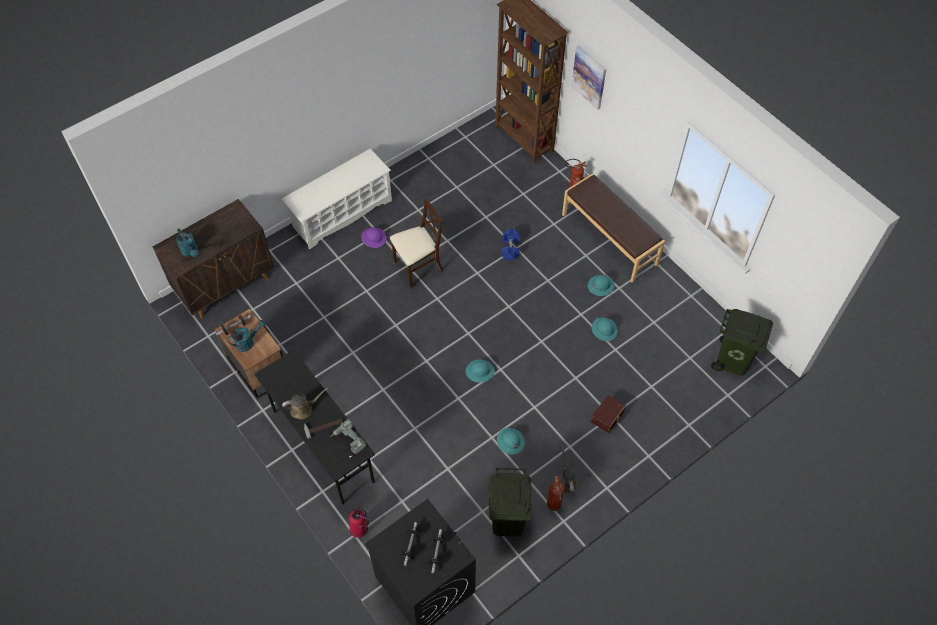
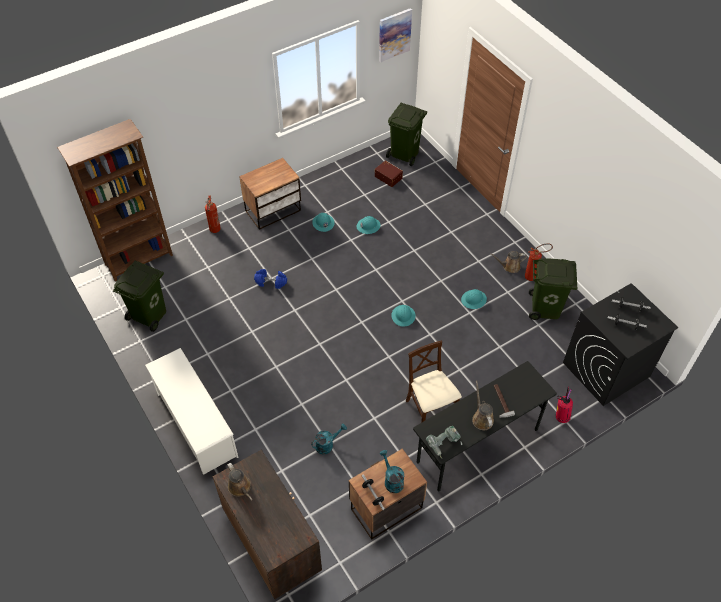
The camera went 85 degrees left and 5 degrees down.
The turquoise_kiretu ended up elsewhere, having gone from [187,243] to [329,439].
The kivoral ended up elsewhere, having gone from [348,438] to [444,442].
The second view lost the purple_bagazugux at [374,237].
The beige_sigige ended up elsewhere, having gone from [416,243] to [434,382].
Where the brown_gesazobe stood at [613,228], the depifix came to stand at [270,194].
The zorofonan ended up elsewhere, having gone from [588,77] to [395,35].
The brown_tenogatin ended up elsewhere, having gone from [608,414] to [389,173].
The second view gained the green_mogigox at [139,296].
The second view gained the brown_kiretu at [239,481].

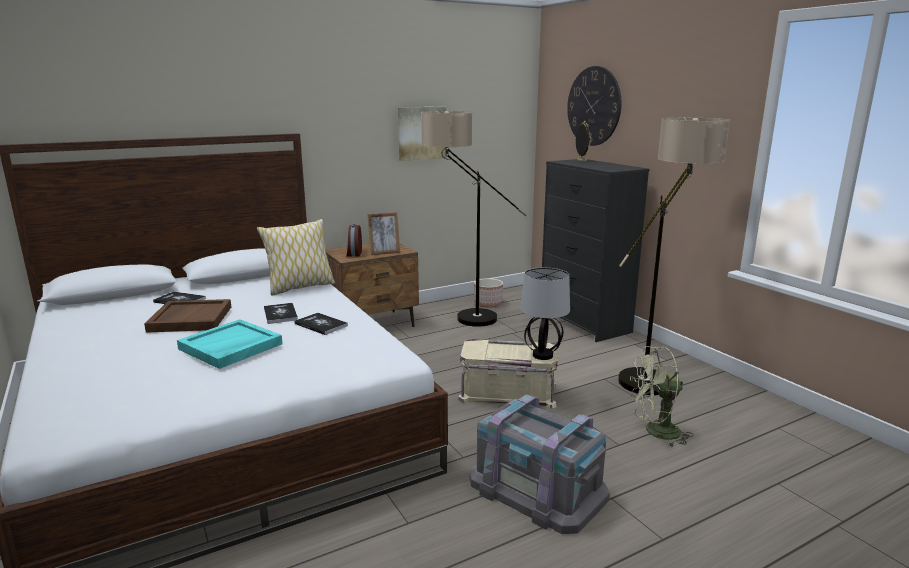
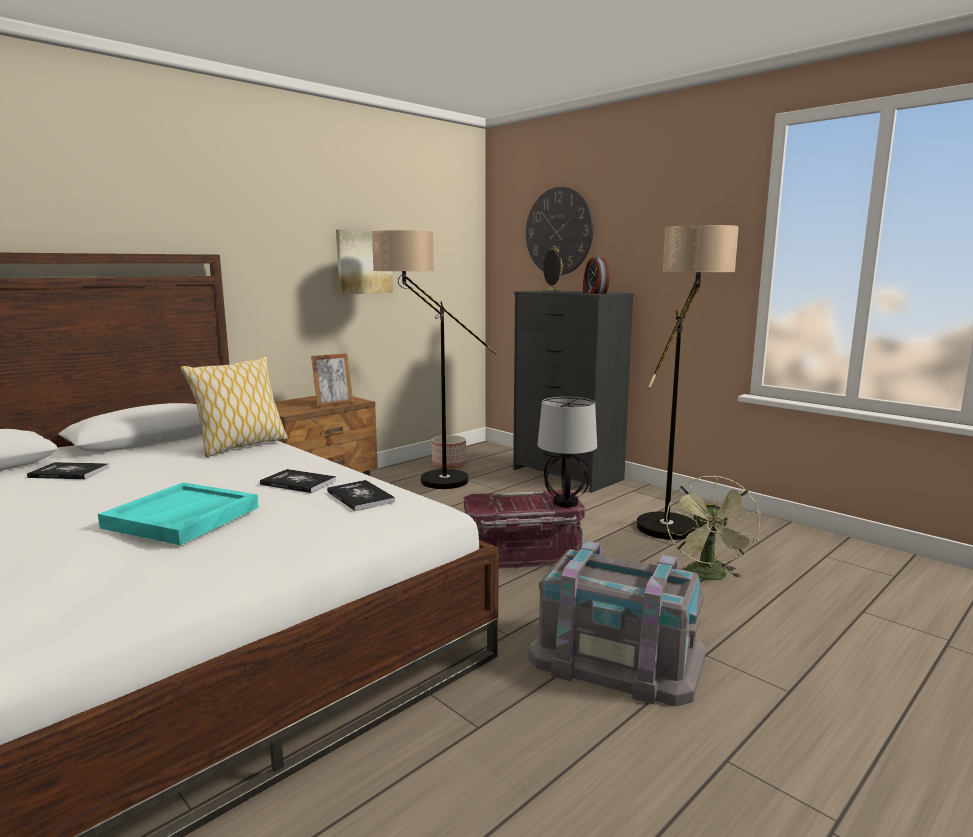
The camera went 15 degrees left and 5 degrees down.
The second view lost the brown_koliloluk at [187,316].
The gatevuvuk ended up elsewhere, having gone from [281,313] to [361,495].
The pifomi ended up elsewhere, having gone from [354,240] to [596,275].
What was the beige_tenogatin at [507,374] turned into the red_tenogatin at [524,529].
The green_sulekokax at [661,396] ended up facing another way, 60 degrees counterclockwise from before.

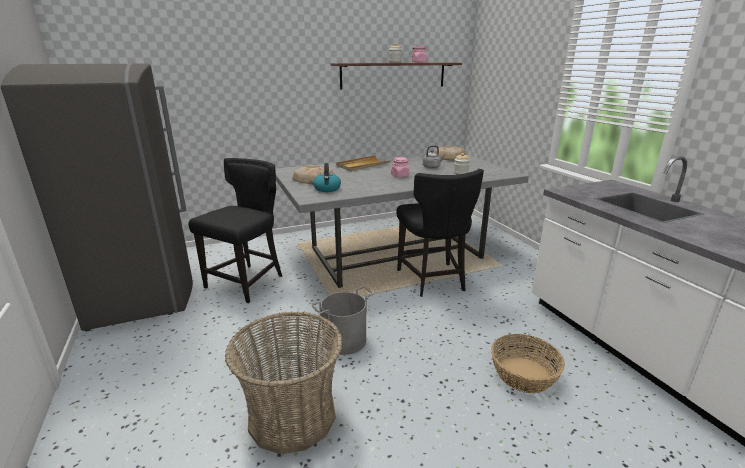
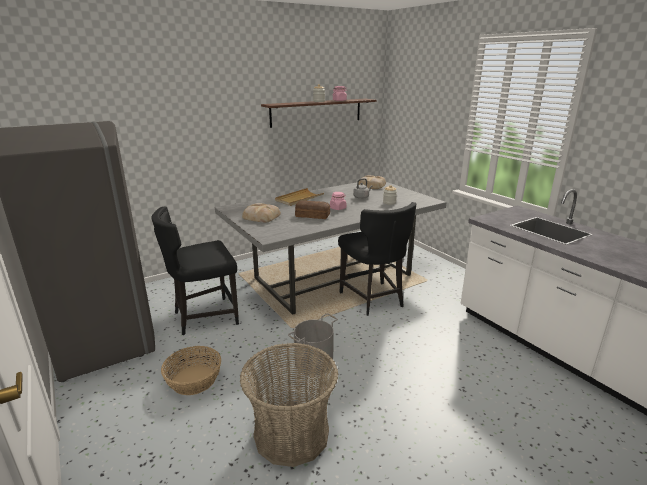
The camera went 10 degrees left and 0 degrees up.
The black_sigige at [235,230] ended up facing another way, 135 degrees counterclockwise from before.
The second view lost the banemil at [327,177].
The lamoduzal ended up elsewhere, having gone from [528,363] to [191,370].
The second view gained the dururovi at [312,209].

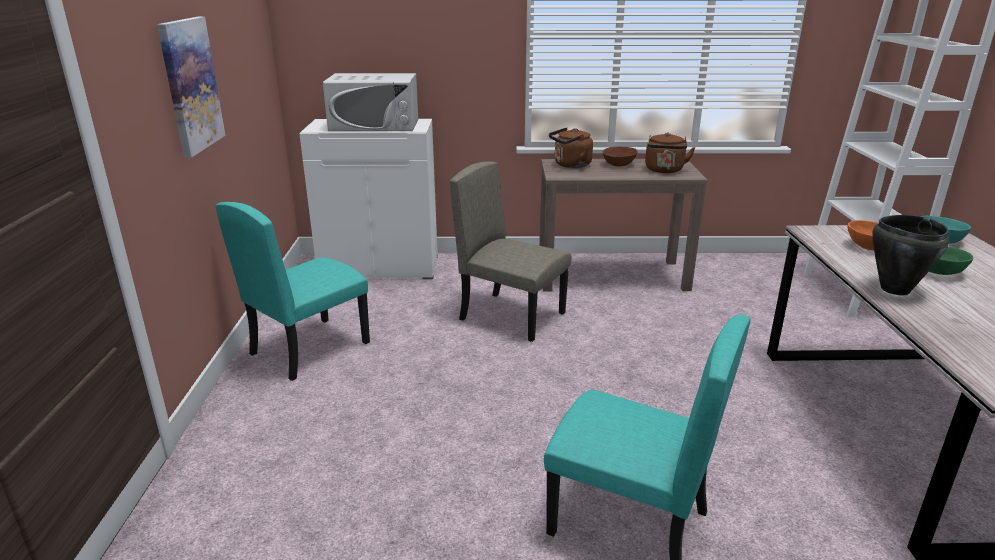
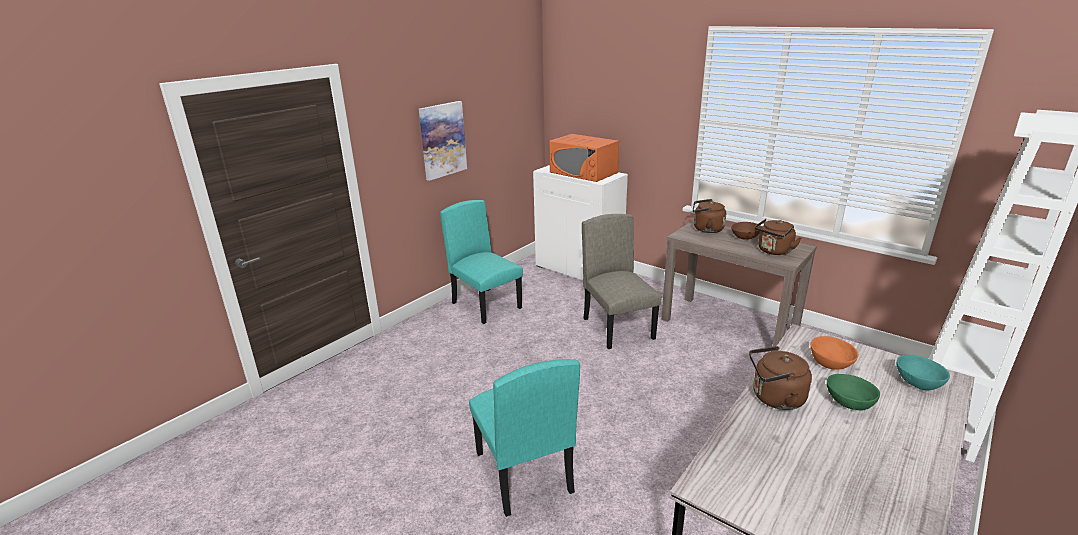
The camera went 40 degrees right and 0 degrees up.
The turquoise_sigige at [293,291] ended up facing another way, 60 degrees clockwise from before.
What was the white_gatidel at [370,102] turned into the orange_gatidel at [584,158].
Where the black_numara stood at [910,255], the brown_banemil came to stand at [780,378].

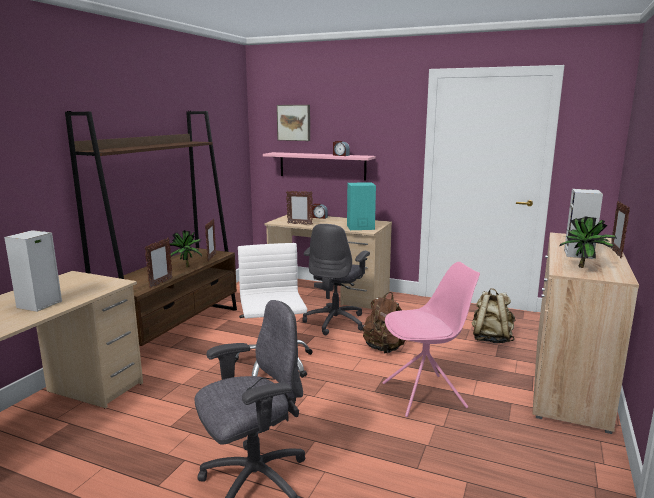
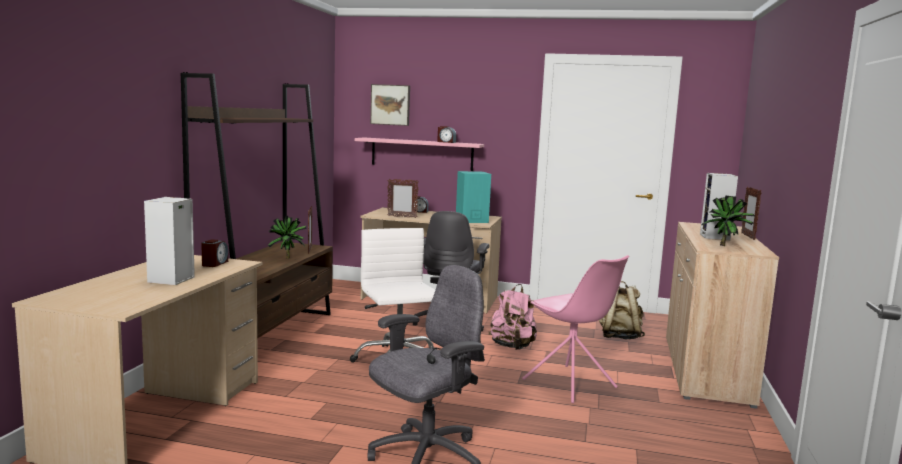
The camera went 10 degrees left and 5 degrees down.
The second view lost the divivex at [159,263].
What was the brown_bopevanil at [384,322] turned into the pink_bopevanil at [513,317].
The pink_sigige at [431,339] ended up facing another way, 75 degrees clockwise from before.
The second view gained the pifomi at [214,253].

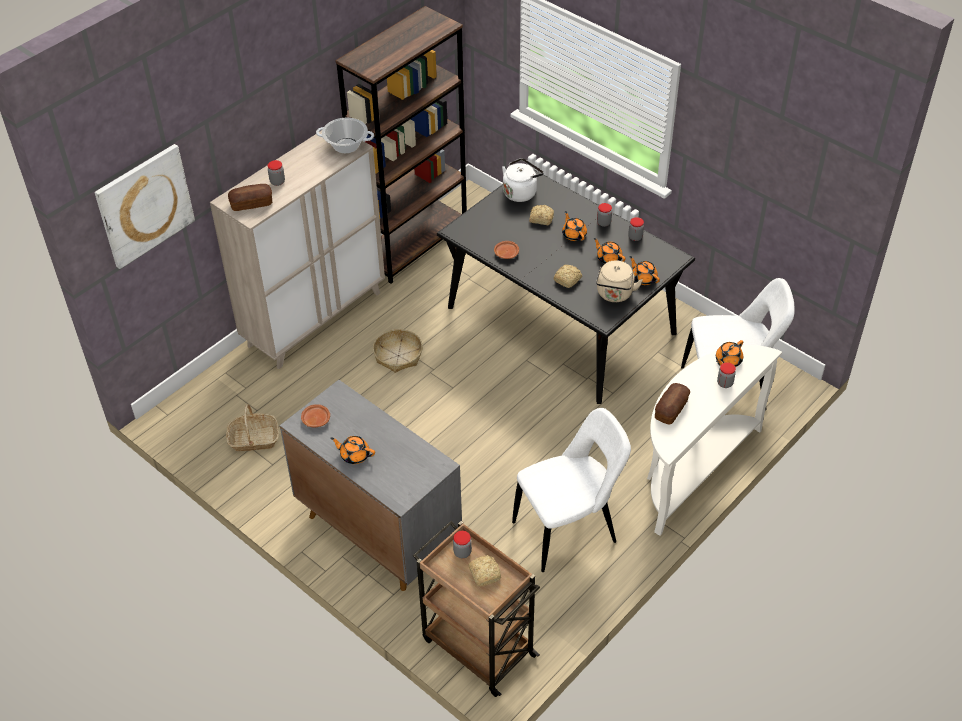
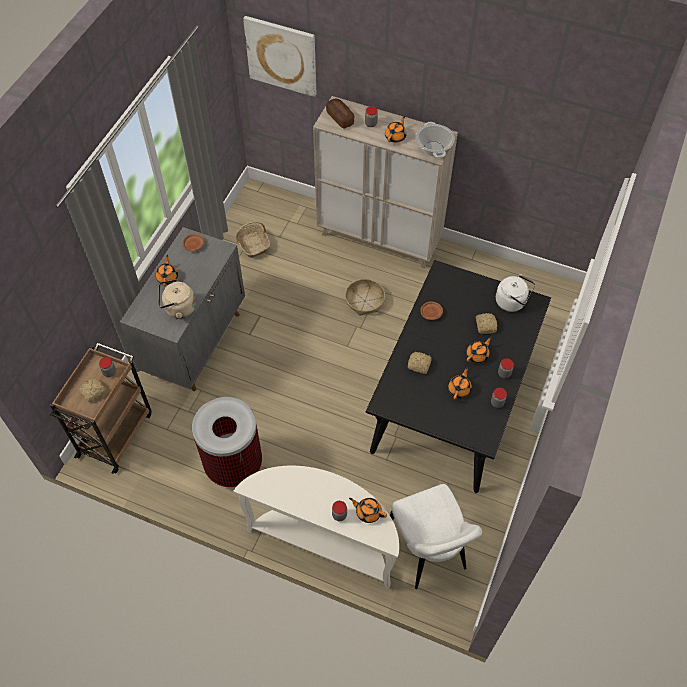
The camera went 70 degrees right and 10 degrees up.
The second view lost the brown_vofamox at [401,145].
Where the white_sigige stood at [571,490], the mogigox came to stand at [227,442].
The beige_banemil ended up elsewhere, having gone from [619,281] to [177,299].
The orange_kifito ended up elsewhere, having gone from [644,270] to [396,129].
The second view lost the dururovi at [672,404].

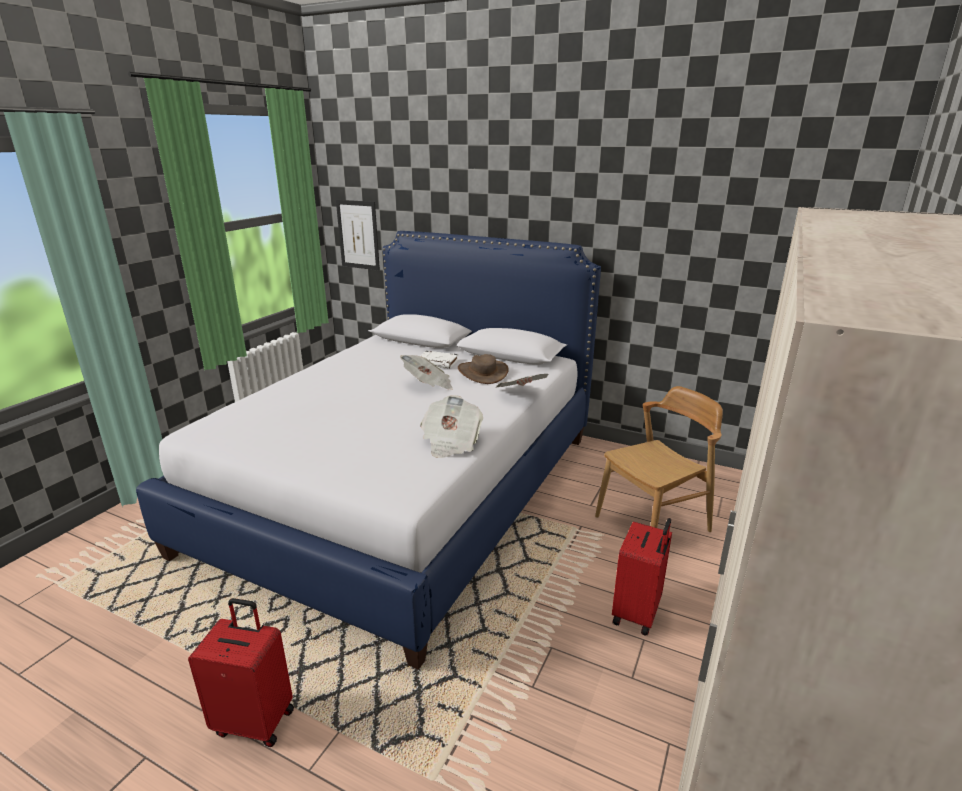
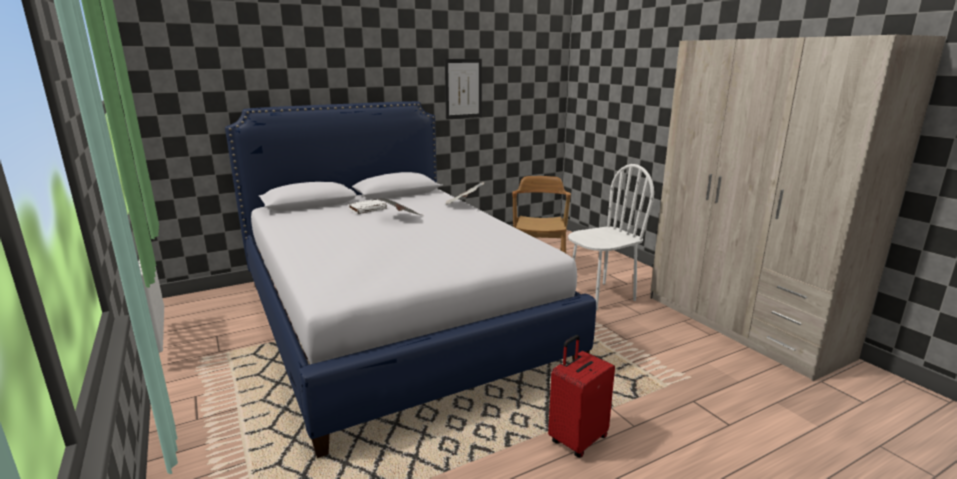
The camera went 55 degrees left and 5 degrees down.
The zorofonan ended up elsewhere, having gone from [358,235] to [463,89].
The second view lost the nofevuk at [451,426].
The second view lost the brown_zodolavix at [483,369].
Where the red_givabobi stood at [642,577], the white_sigige came to stand at [611,237].

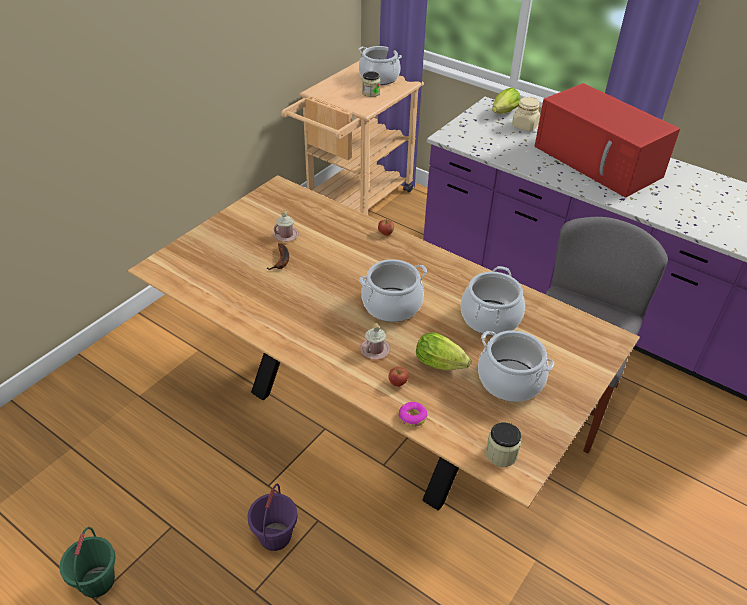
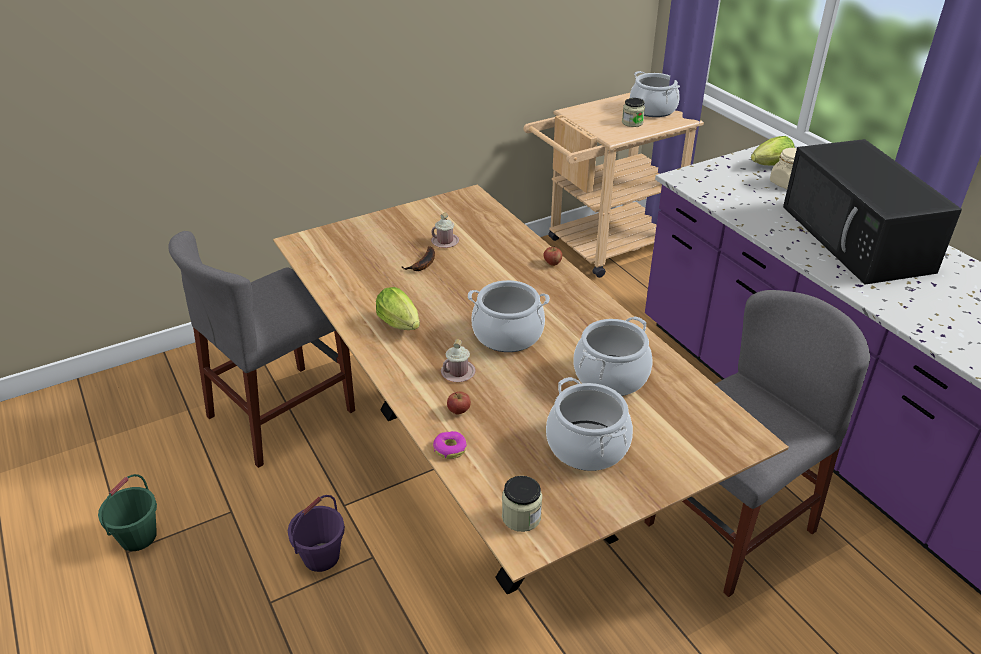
The camera went 25 degrees right and 5 degrees down.
The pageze ended up elsewhere, having gone from [443,351] to [398,308].
What was the red_gatidel at [607,140] turned into the black_gatidel at [872,211].
The second view gained the grey_sigige at [261,349].

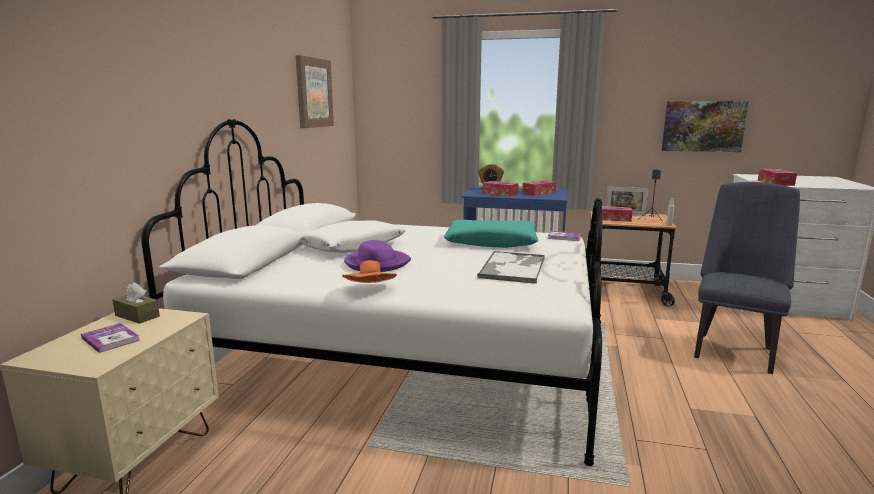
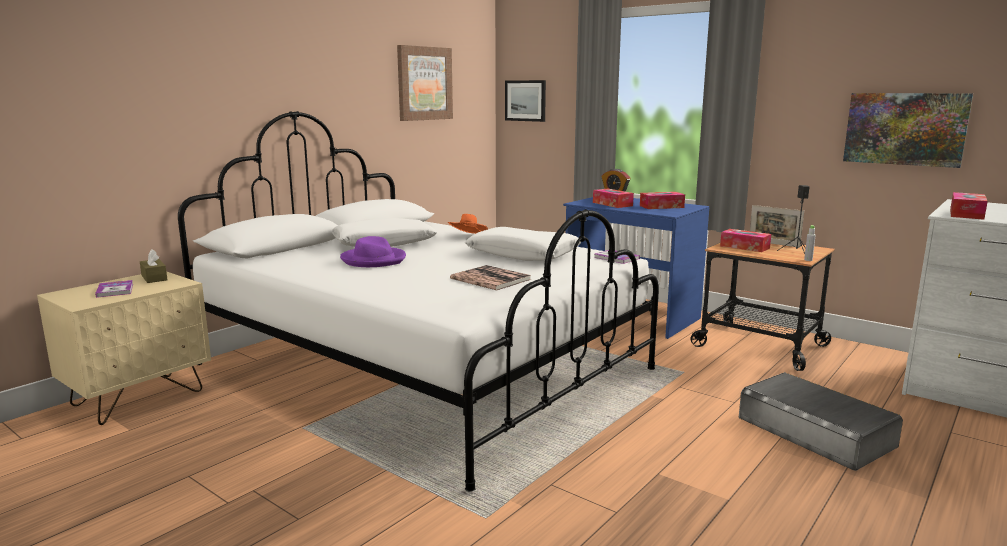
The camera went 25 degrees right and 0 degrees up.
The orange_zodolavix ended up elsewhere, having gone from [369,271] to [468,224].
What was the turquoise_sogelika at [491,234] turned into the white_sogelika at [523,244].
Where the koliloluk stood at [511,267], the gatevuvuk came to stand at [490,277].
Where the blue_sigige stood at [747,278], the grey_tenogatin came to stand at [821,421].
The second view gained the zorofonan at [525,101].

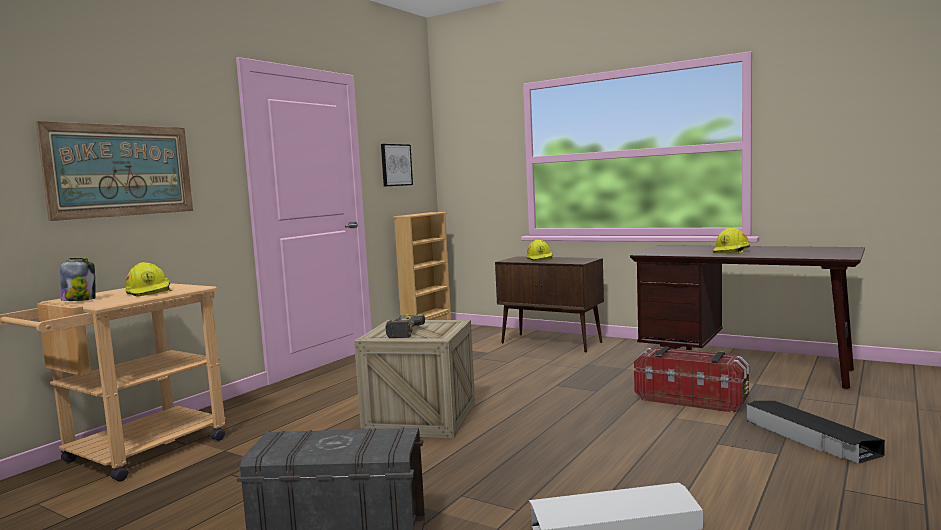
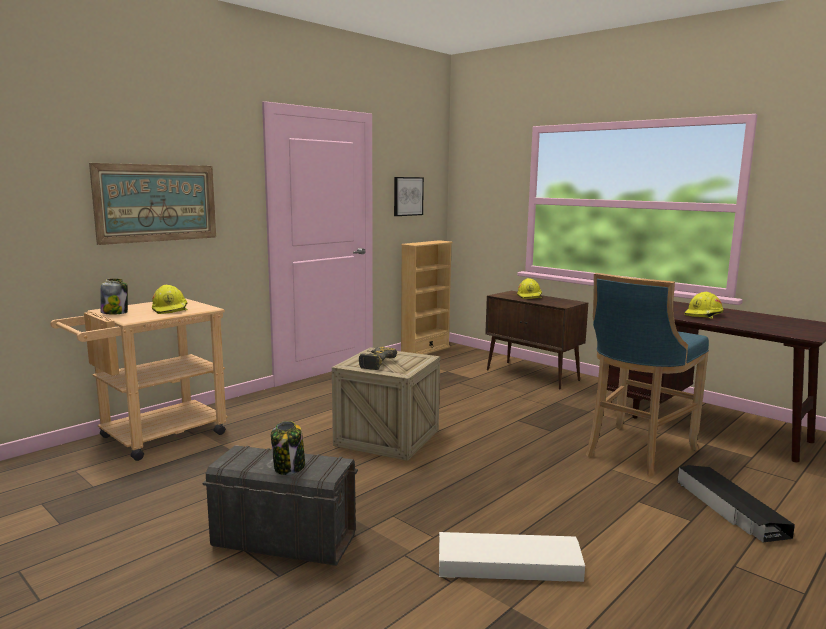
The camera went 10 degrees right and 5 degrees up.
Where the tenogatin stood at [692,380], the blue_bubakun came to stand at [647,375].
The second view gained the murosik at [288,448].

